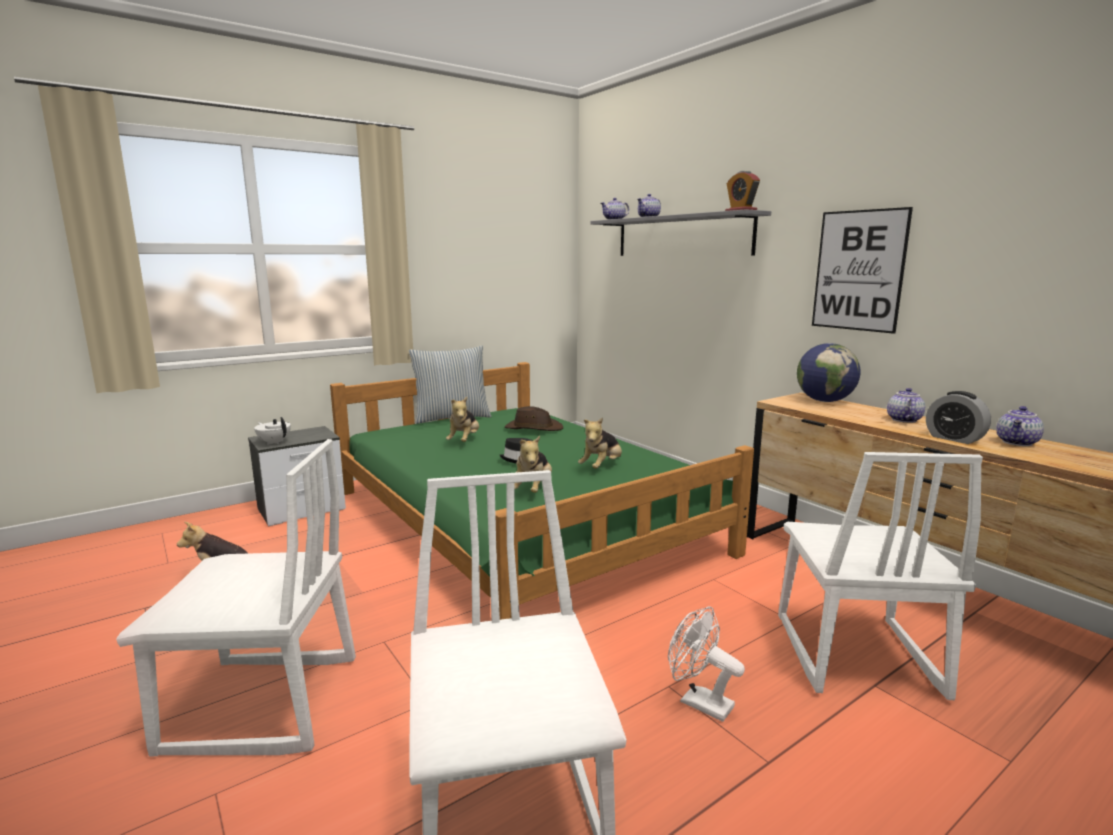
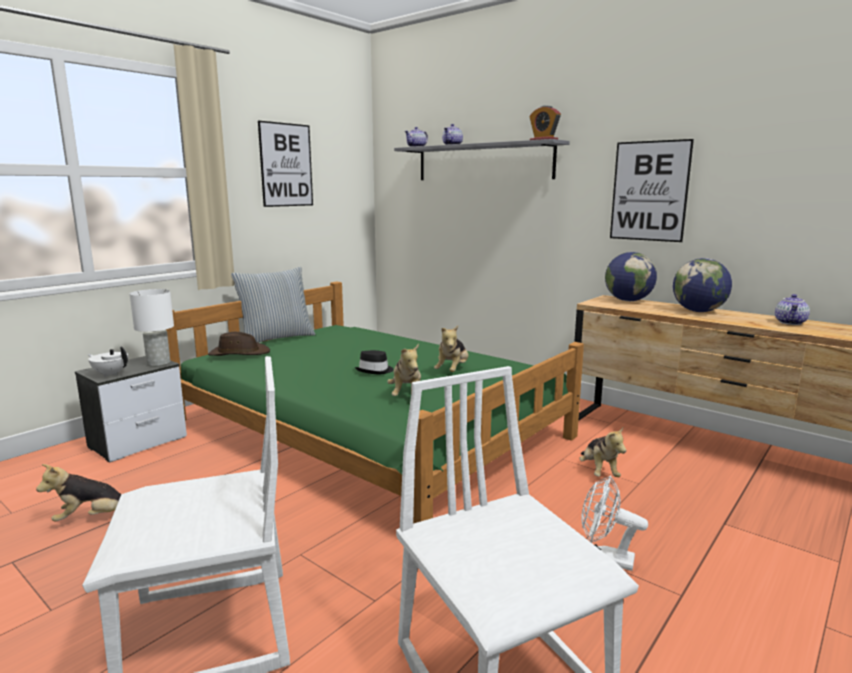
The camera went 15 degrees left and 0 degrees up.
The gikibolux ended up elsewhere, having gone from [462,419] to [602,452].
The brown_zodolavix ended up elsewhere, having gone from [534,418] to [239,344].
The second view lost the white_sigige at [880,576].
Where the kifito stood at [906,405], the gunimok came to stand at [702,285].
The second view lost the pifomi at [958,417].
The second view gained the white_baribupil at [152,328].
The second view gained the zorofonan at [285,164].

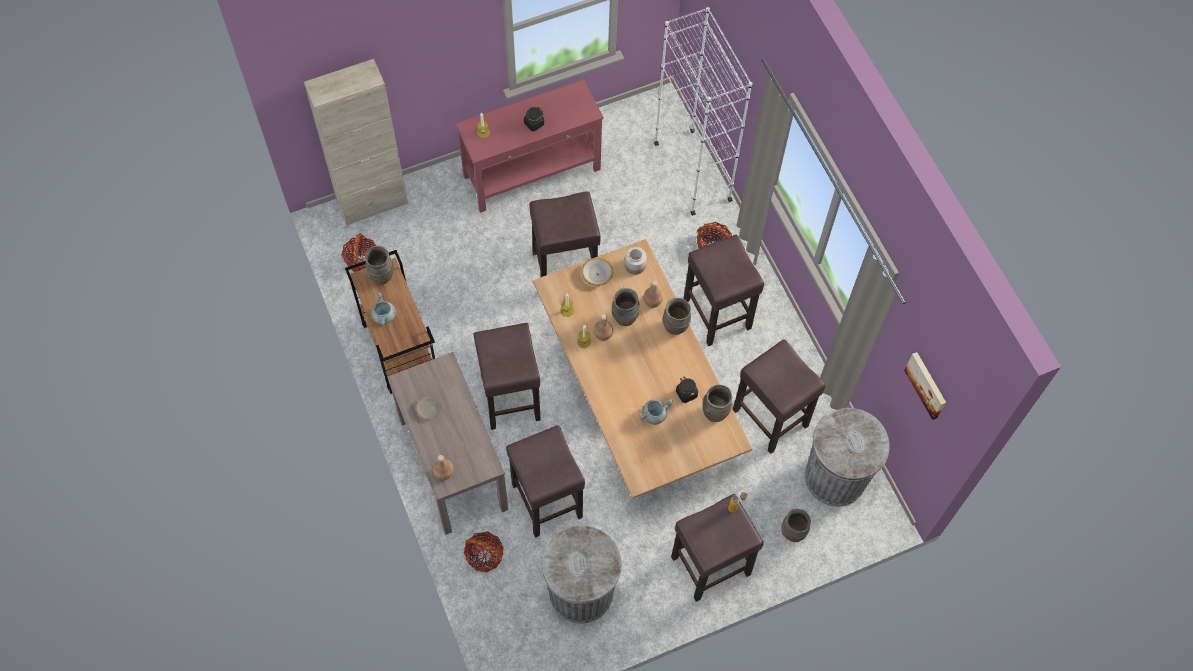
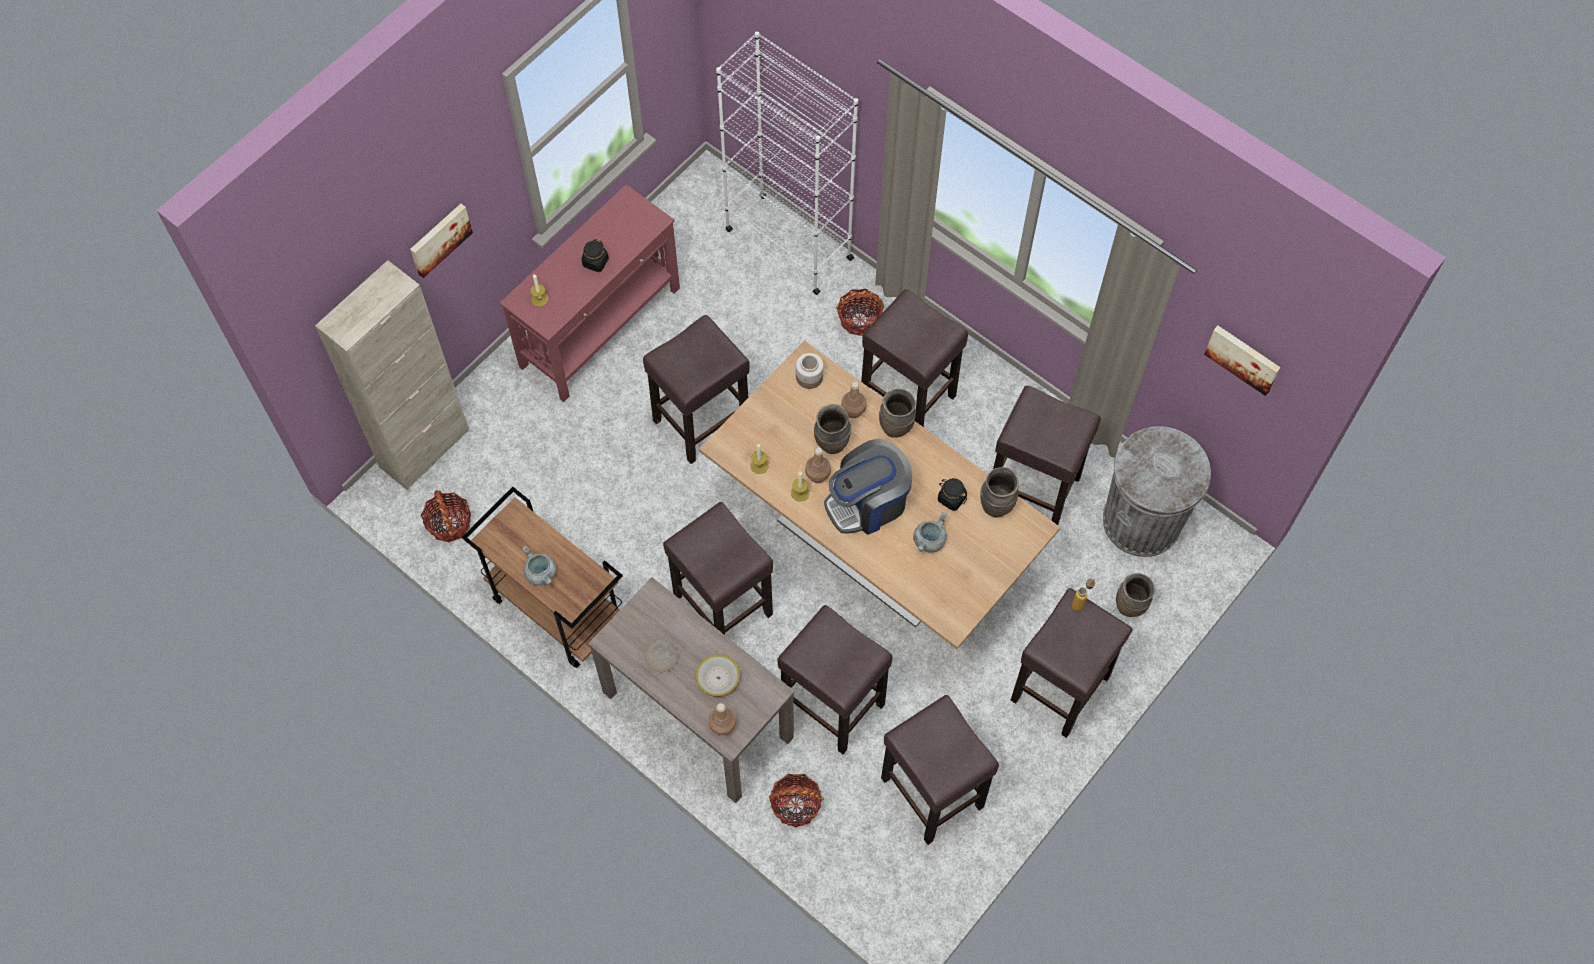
The camera went 25 degrees left and 0 degrees up.
The second view lost the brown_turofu at [379,265].
Where the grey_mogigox stood at [582,574], the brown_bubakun came to stand at [940,770].
The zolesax ended up elsewhere, having gone from [597,272] to [717,675].
The second view gained the zorofonan at [441,241].
The second view gained the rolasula at [868,487].

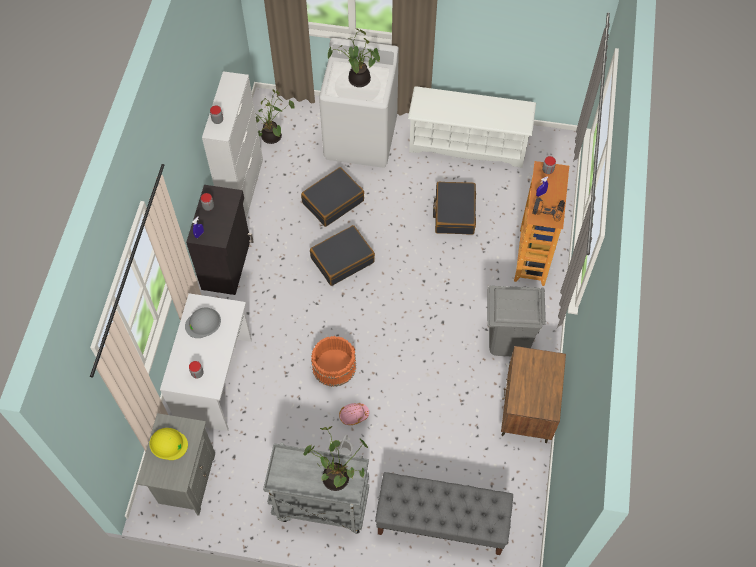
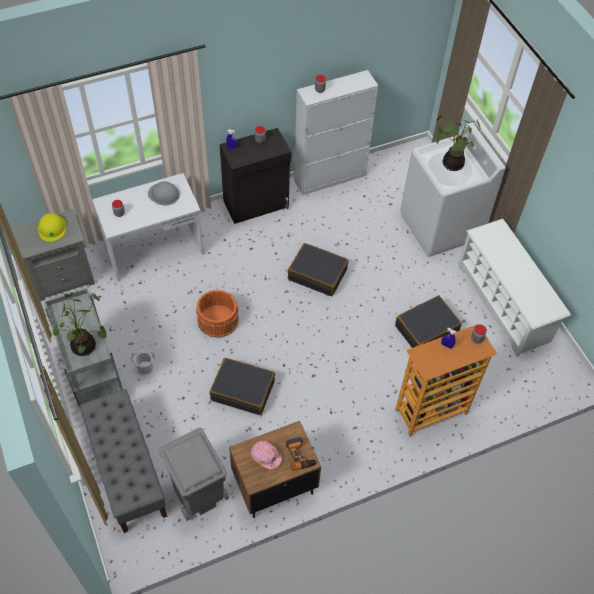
The camera went 55 degrees right and 5 degrees down.
The second view lost the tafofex at [275,116].
The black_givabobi ended up elsewhere, having gone from [332,197] to [242,386].
The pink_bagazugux ended up elsewhere, having gone from [354,414] to [266,455].
The grey_mogigox ended up elsewhere, having gone from [516,321] to [193,474].
The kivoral ended up elsewhere, having gone from [548,209] to [301,454].

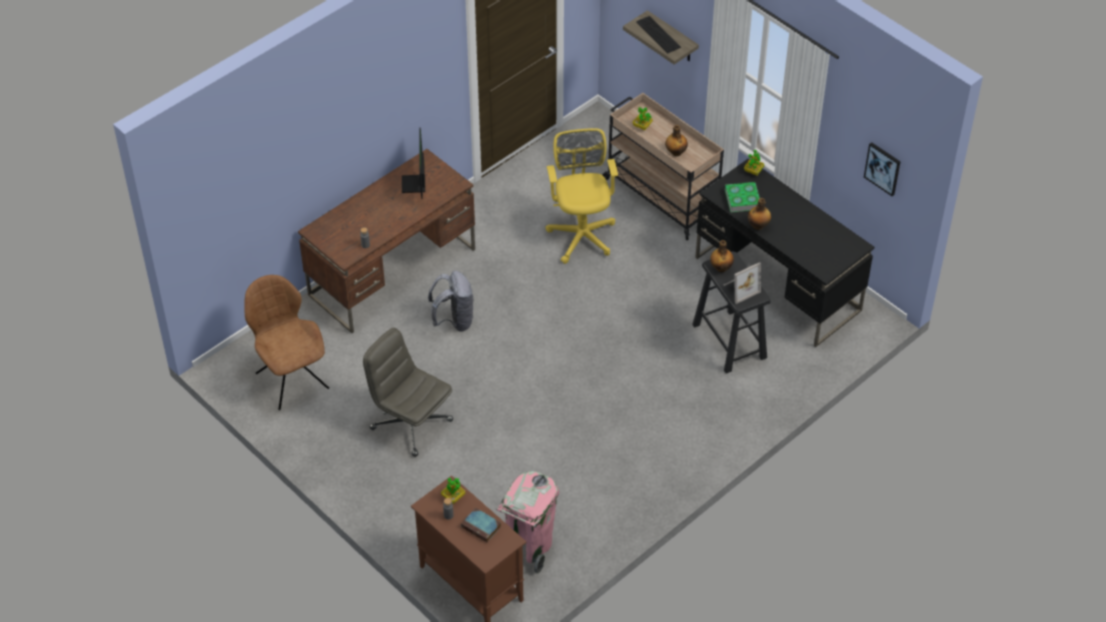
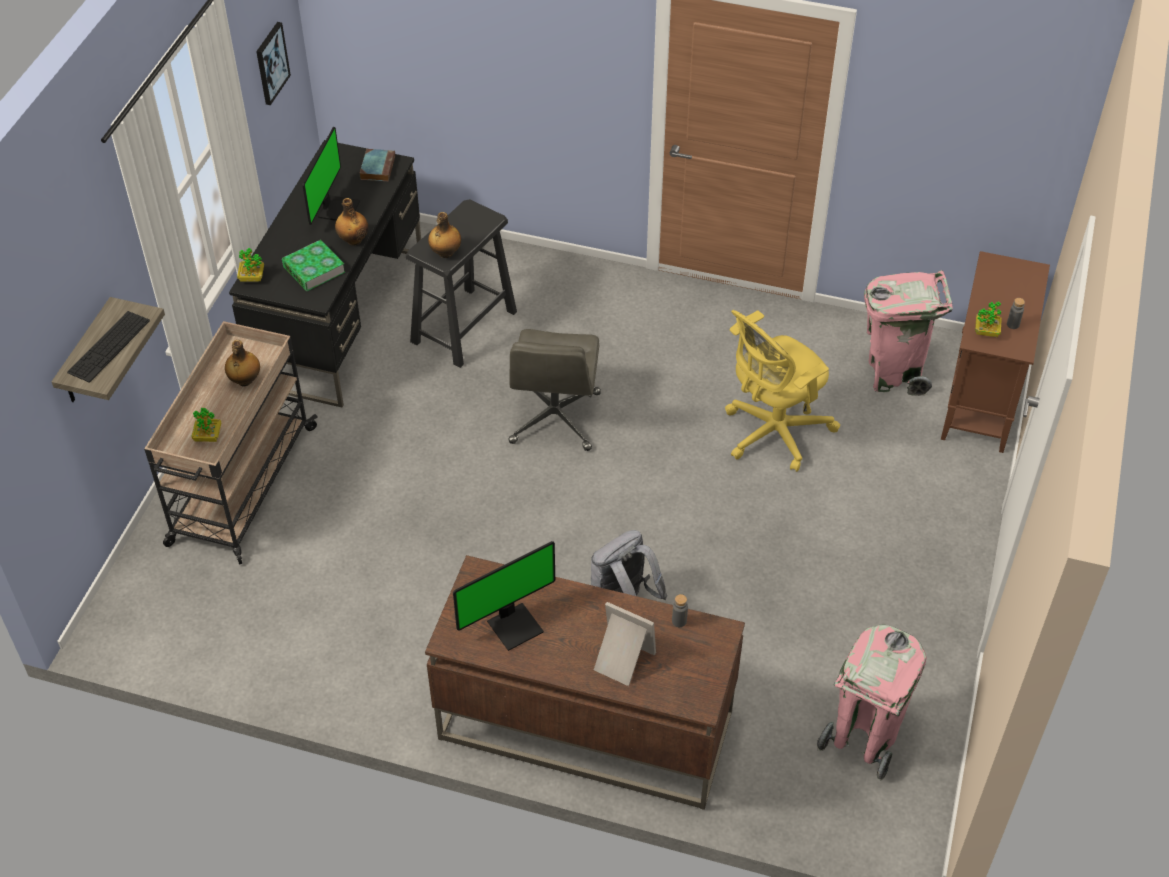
The camera went 120 degrees left and 0 degrees up.
Where the brown_sigige stood at [286,342], the pink_mogigox came to stand at [871,702].
The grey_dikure ended up elsewhere, having gone from [408,392] to [554,390].
The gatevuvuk ended up elsewhere, having gone from [481,525] to [377,165].
The yellow_dikure ended up elsewhere, having gone from [581,196] to [782,391].
The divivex ended up elsewhere, having gone from [742,283] to [625,644].
The second view gained the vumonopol at [331,176].

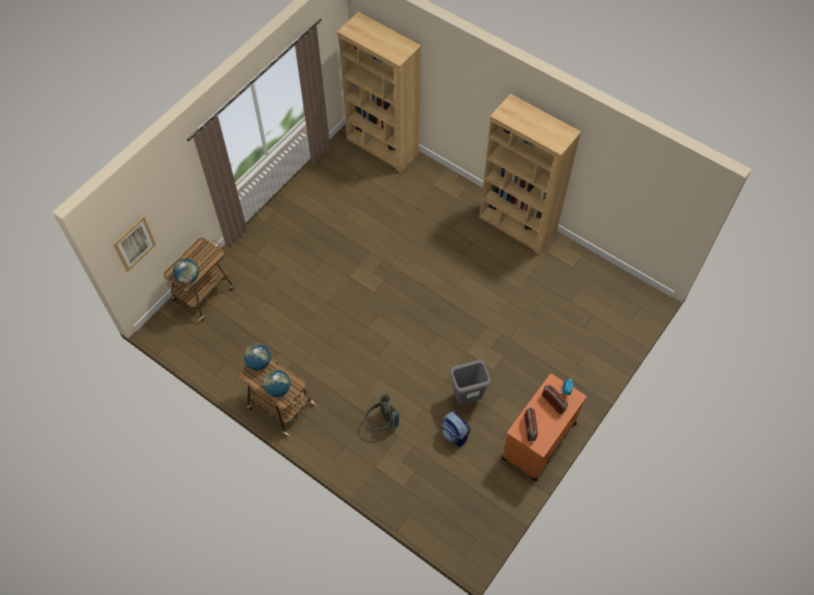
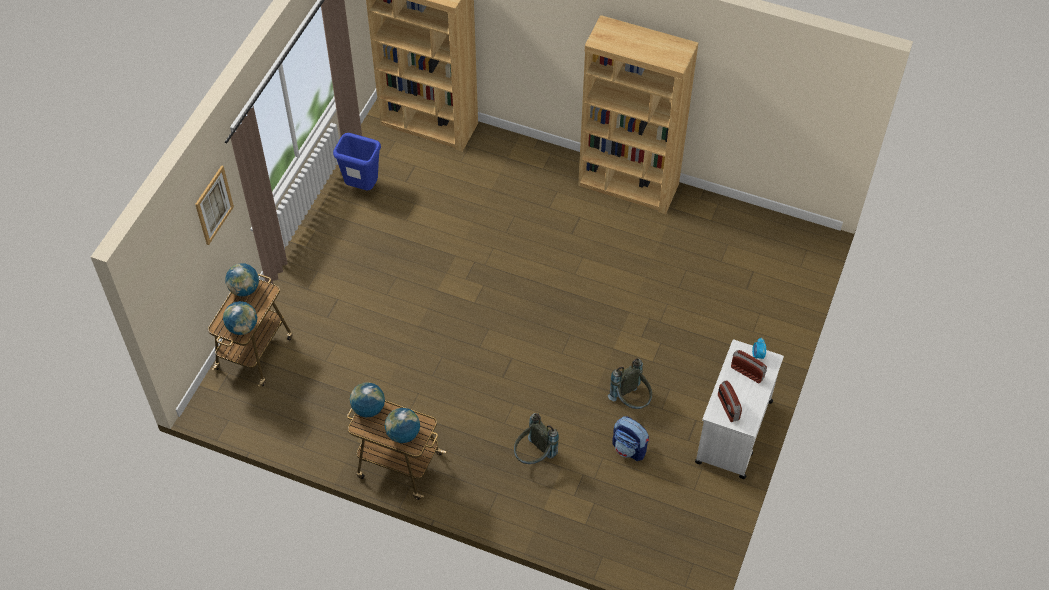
The camera went 15 degrees left and 5 degrees down.
The zorofonan ended up elsewhere, having gone from [134,244] to [214,205].
Where the grey_mogigox stood at [470,382], the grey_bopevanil came to stand at [630,383].
What was the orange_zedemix at [544,427] turned into the white_zedemix at [739,409].
The second view gained the gunimok at [242,279].
The second view gained the blue_mogigox at [357,162].

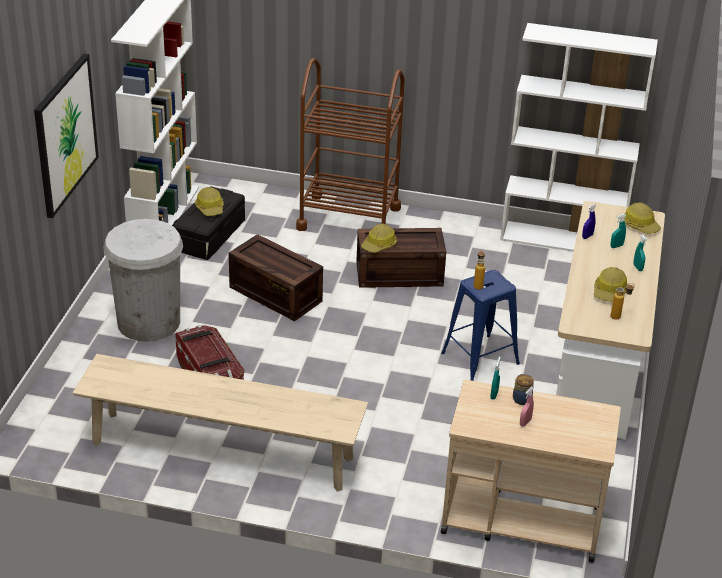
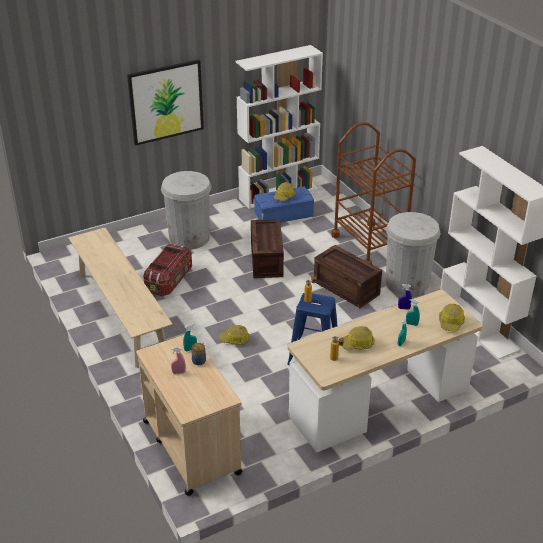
The camera went 50 degrees right and 0 degrees up.
What was the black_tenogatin at [208,223] turned into the blue_tenogatin at [284,204].
The bagazugux ended up elsewhere, having gone from [378,238] to [235,335].
The second view gained the white_mogigox at [413,254].

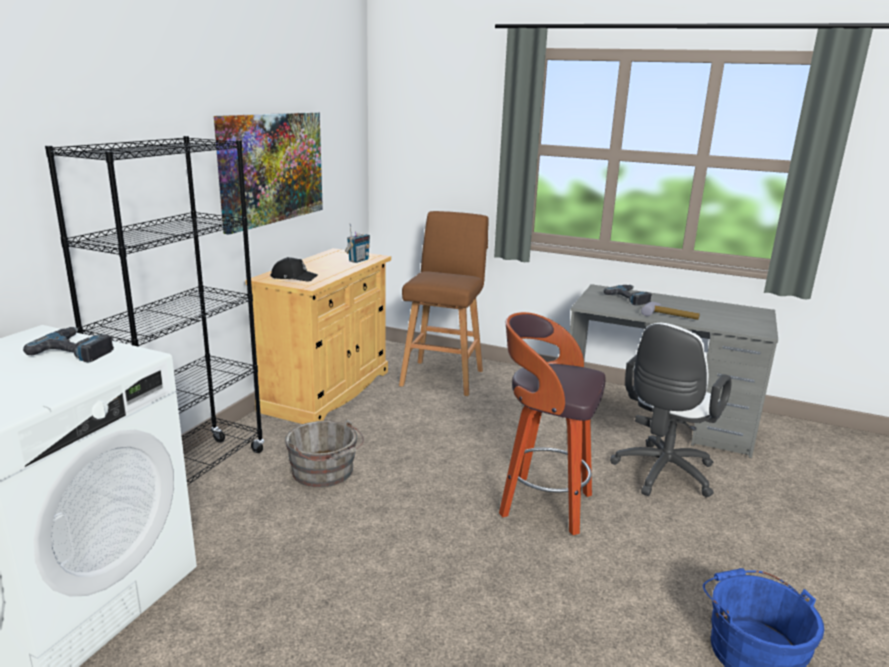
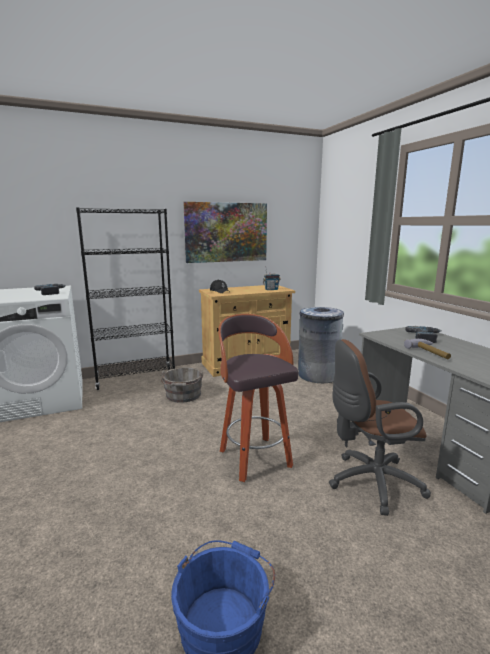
The camera went 45 degrees right and 5 degrees down.
Where the brown_bubakun stood at [444,303], the grey_mogigox came to stand at [321,345].
What was the white_dikure at [671,410] turned into the brown_dikure at [380,427].

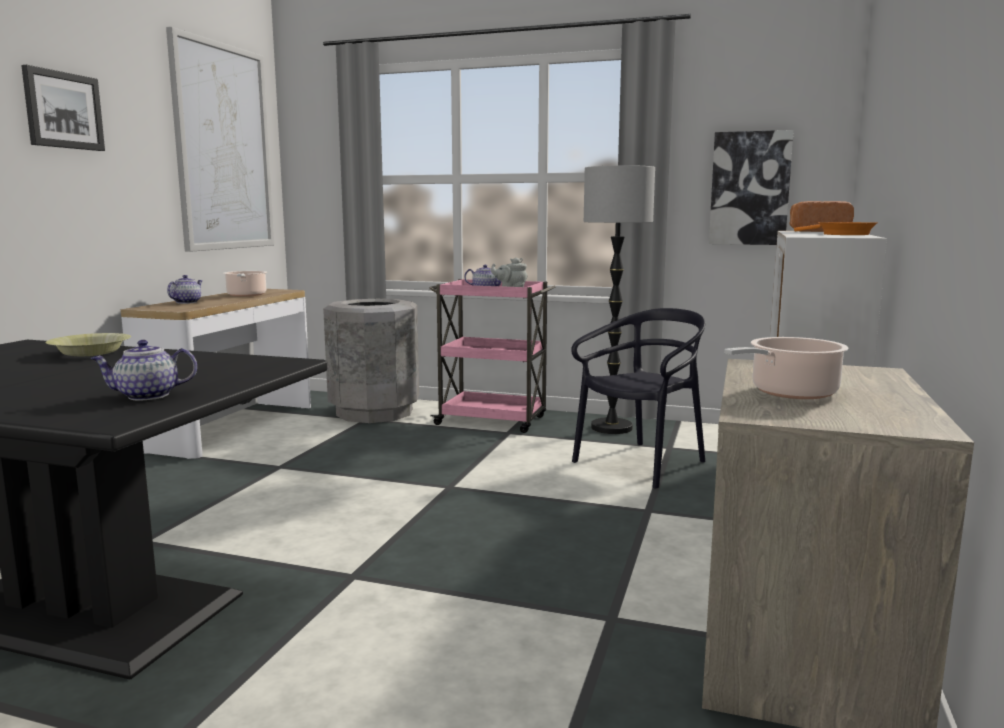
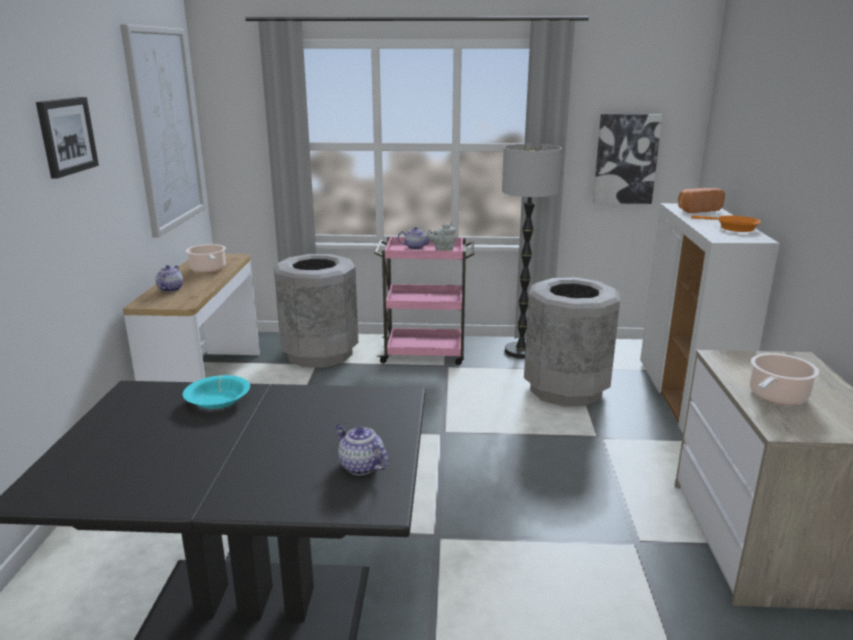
The camera went 15 degrees left and 10 degrees up.
What was the yellow_zolesax at [88,344] turned into the turquoise_zolesax at [216,392].
The kifito at [144,370] ended up facing another way, 75 degrees clockwise from before.
Where the black_sigige stood at [638,398], the grey_mogigox came to stand at [572,342].

